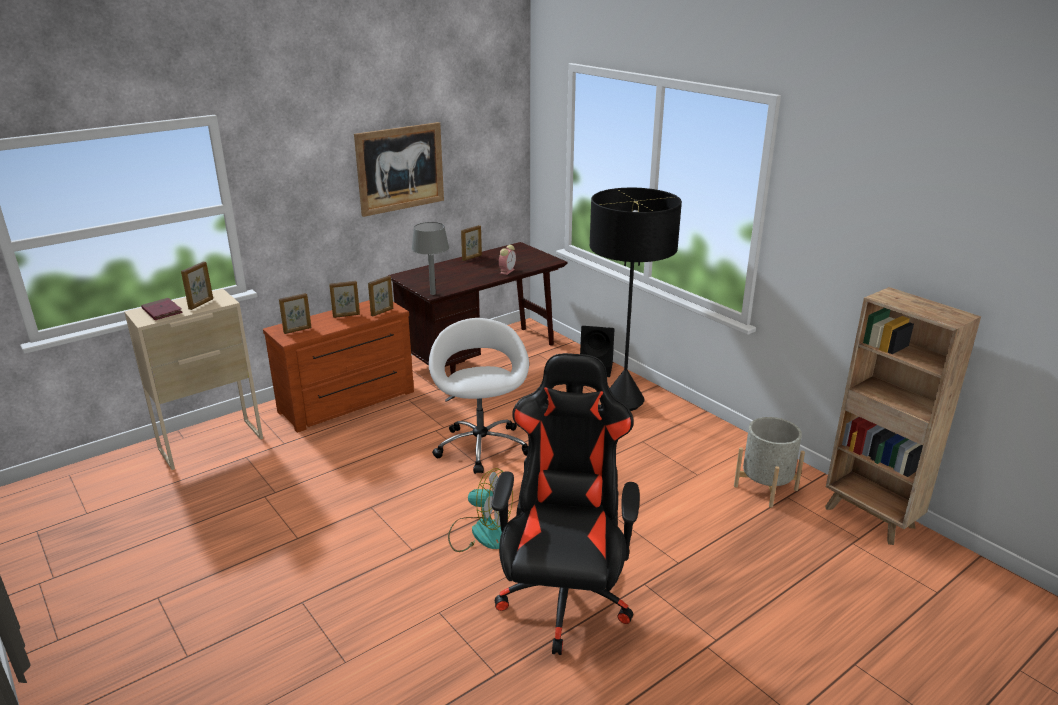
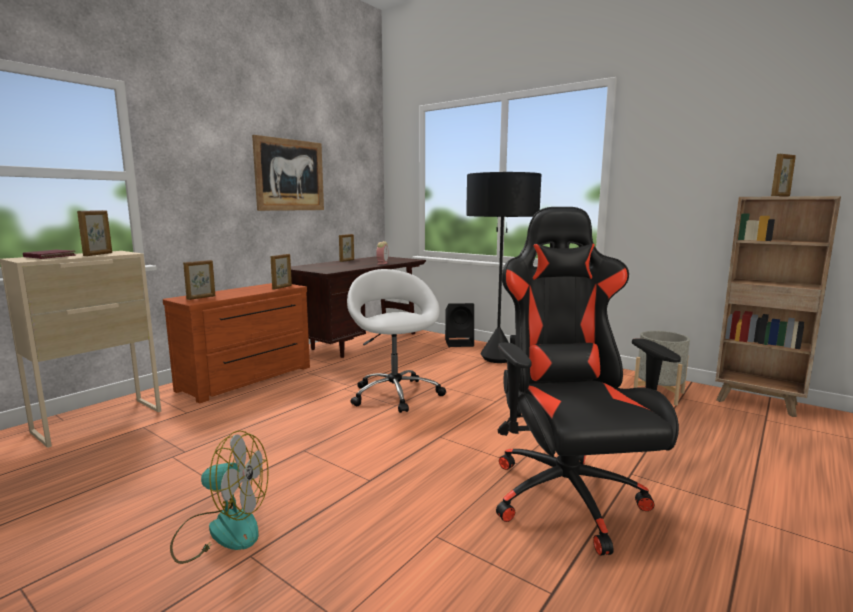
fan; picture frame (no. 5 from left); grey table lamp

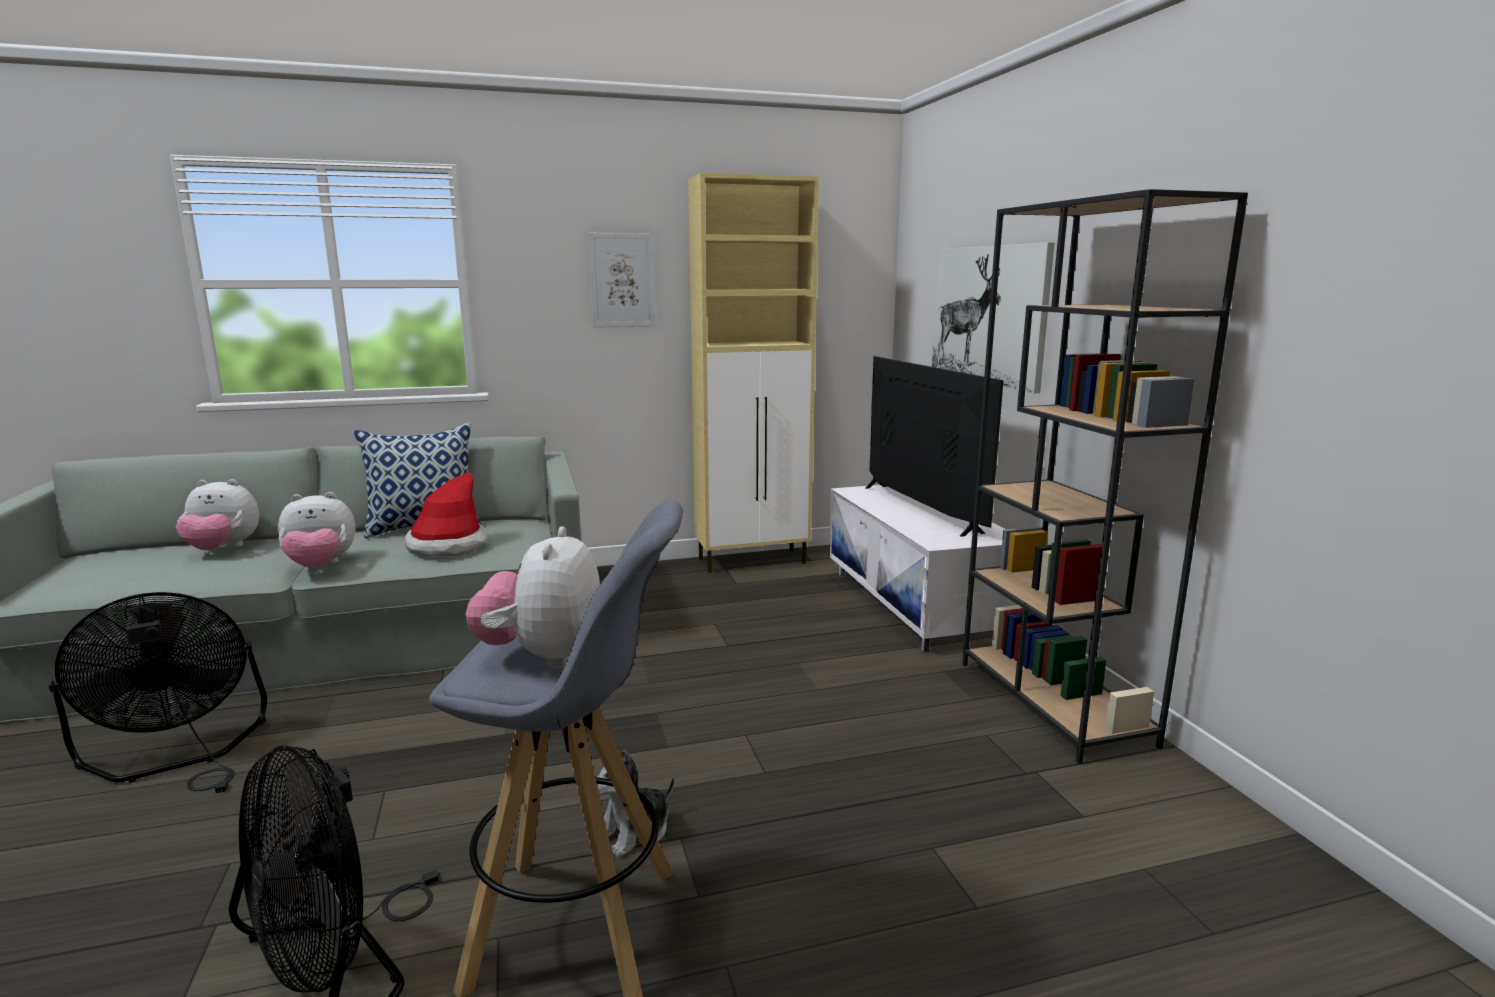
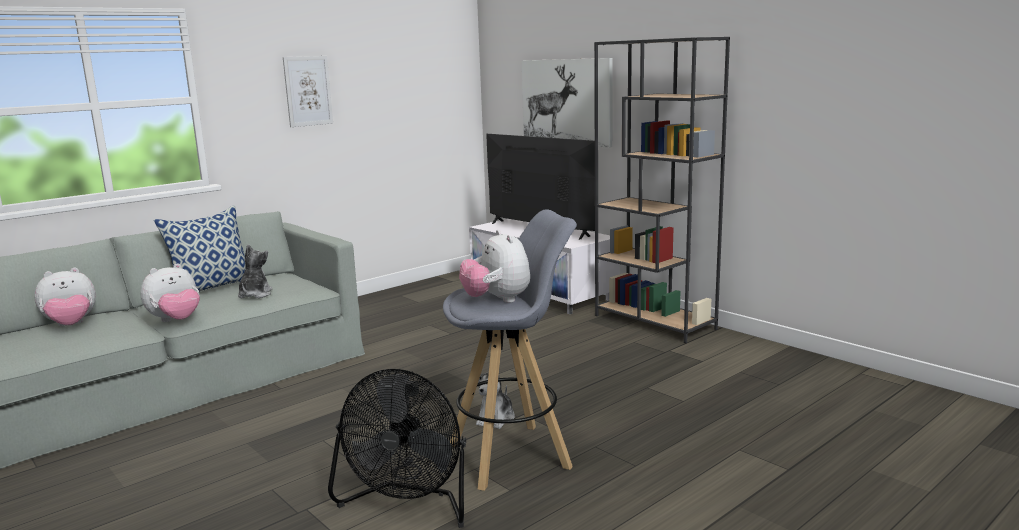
plush toy (no. 3 from left); black fan (no. 1 from left in the first image); beige cabinet

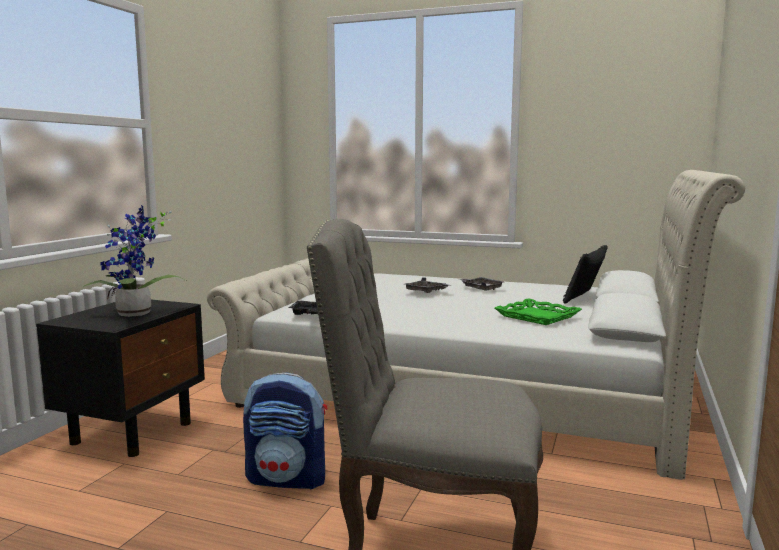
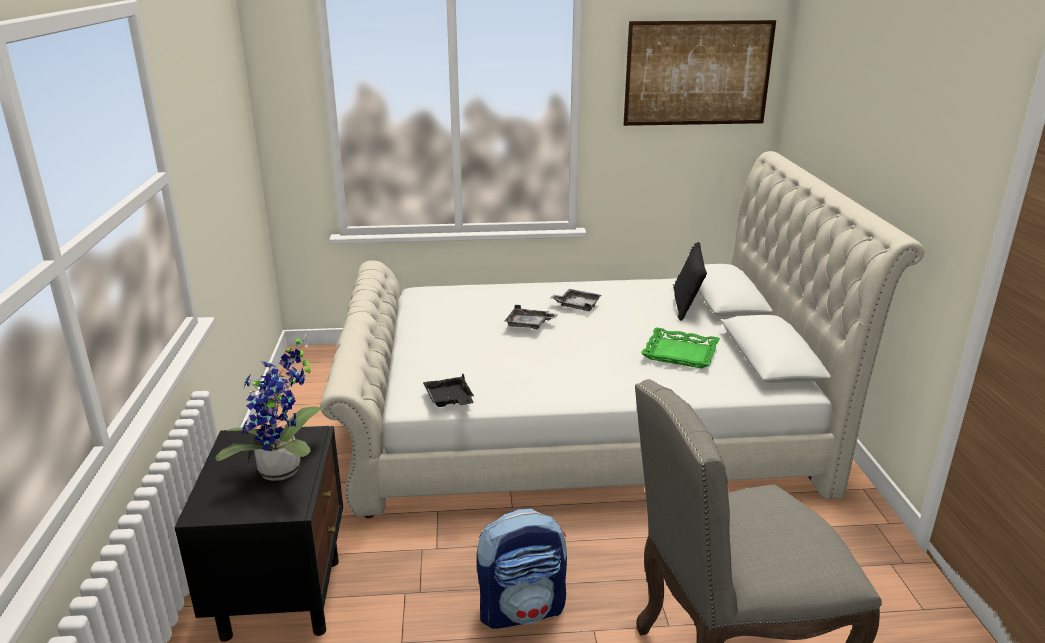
picture

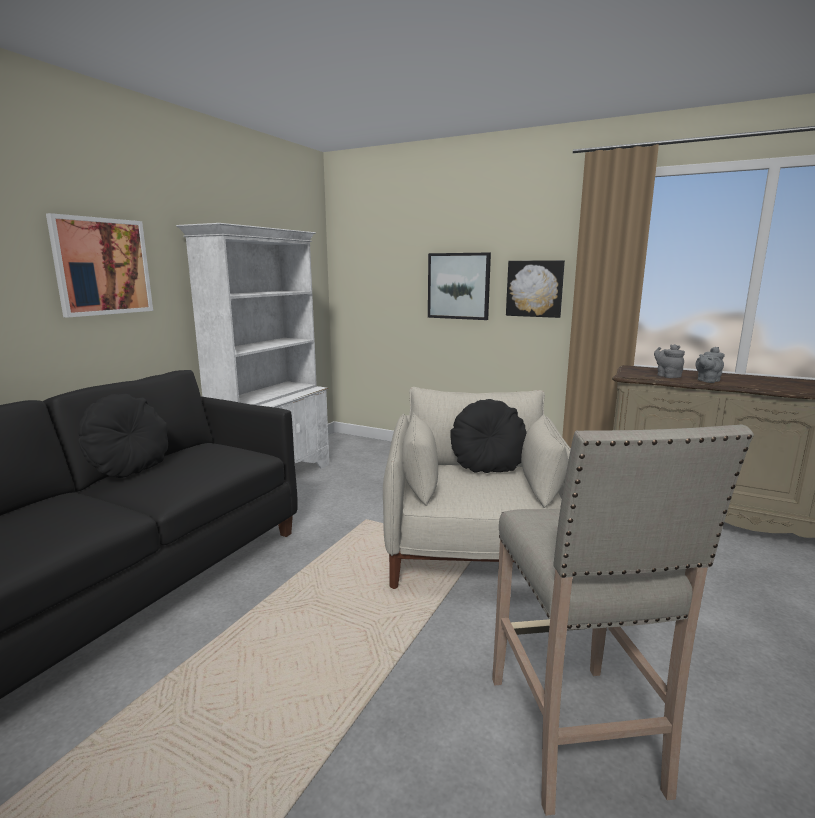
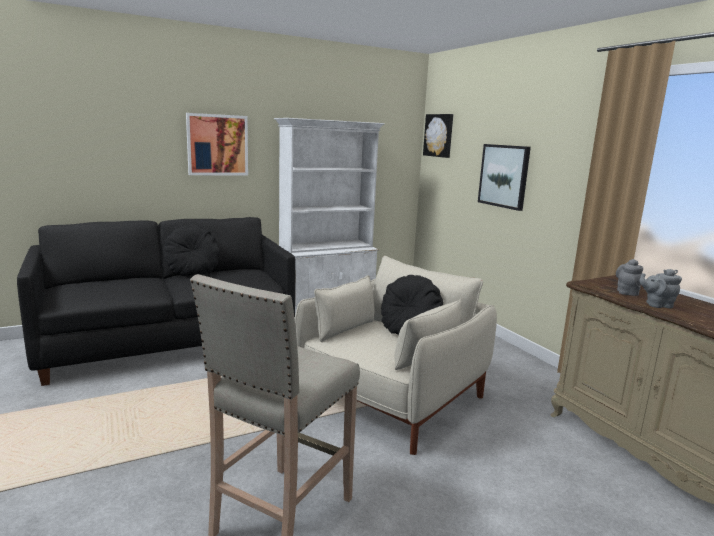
picture (no. 2 from left)

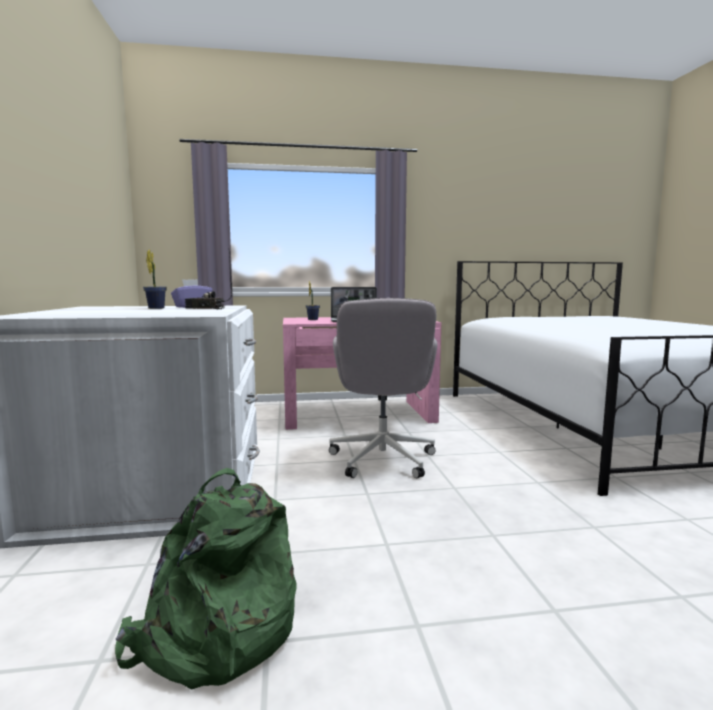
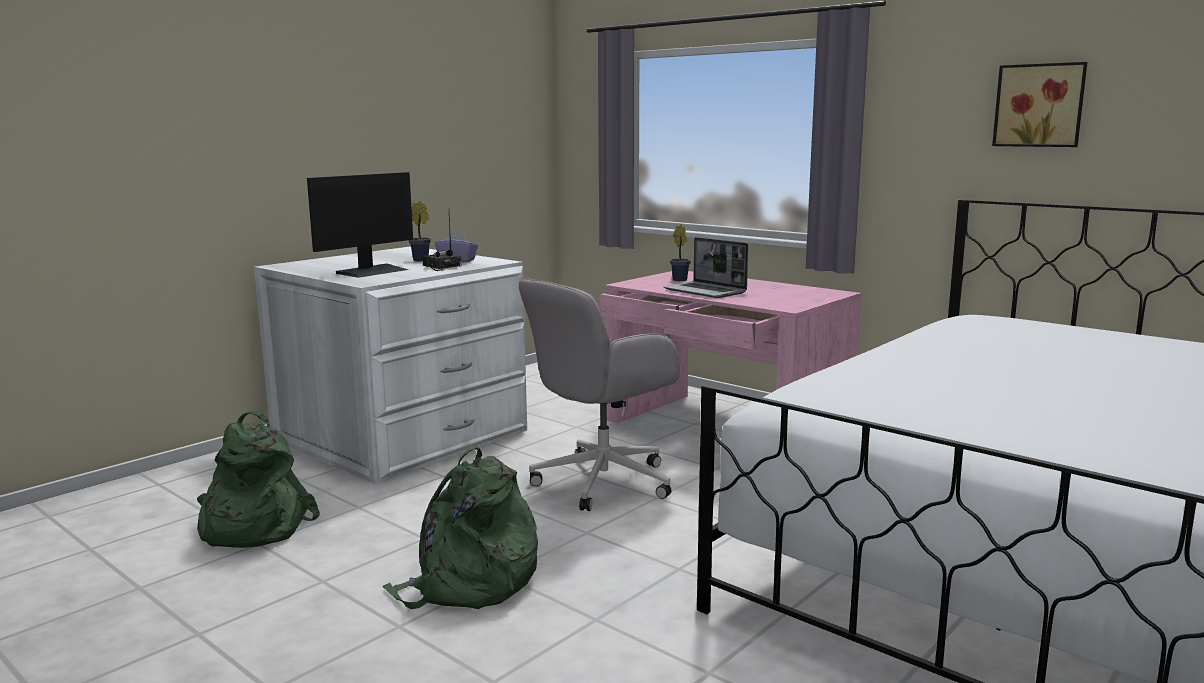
monitor; green backpack (no. 2 from left); picture

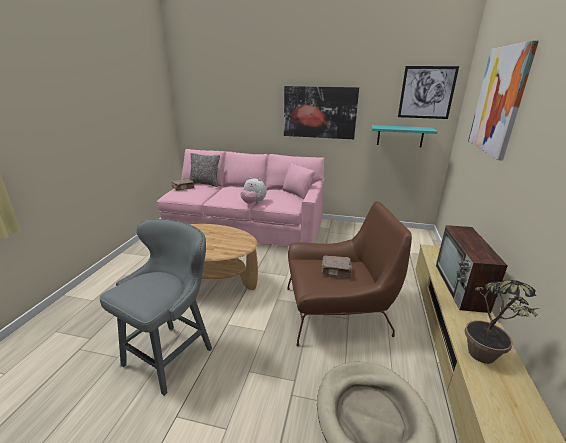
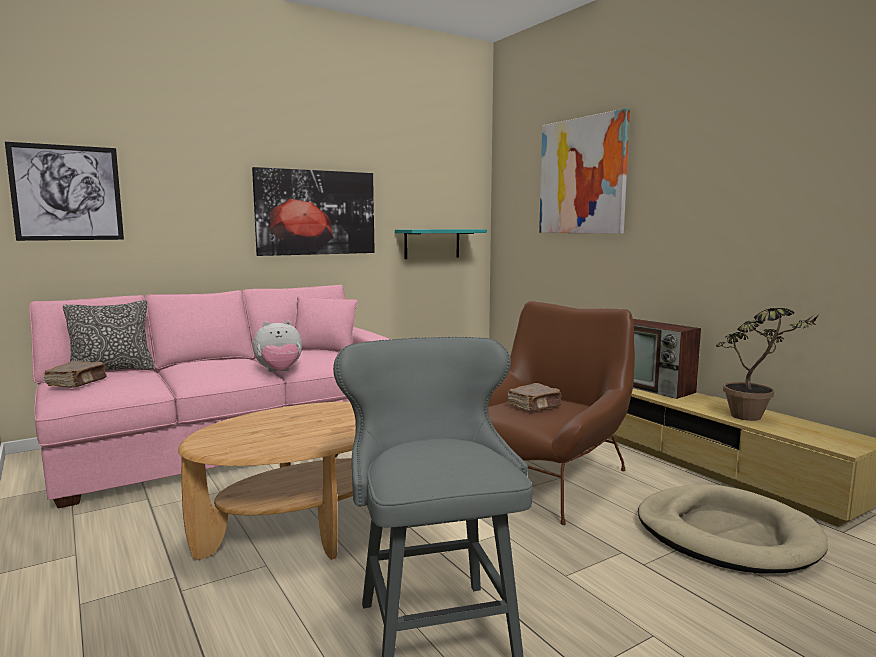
picture (no. 1 from left)

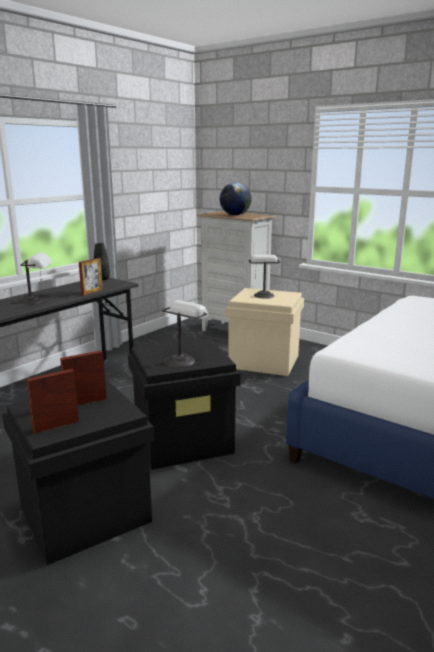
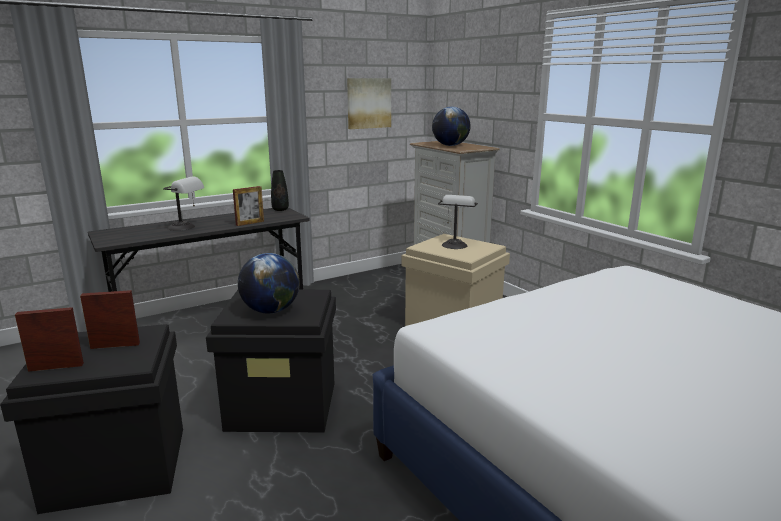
globe (no. 1 from left); picture

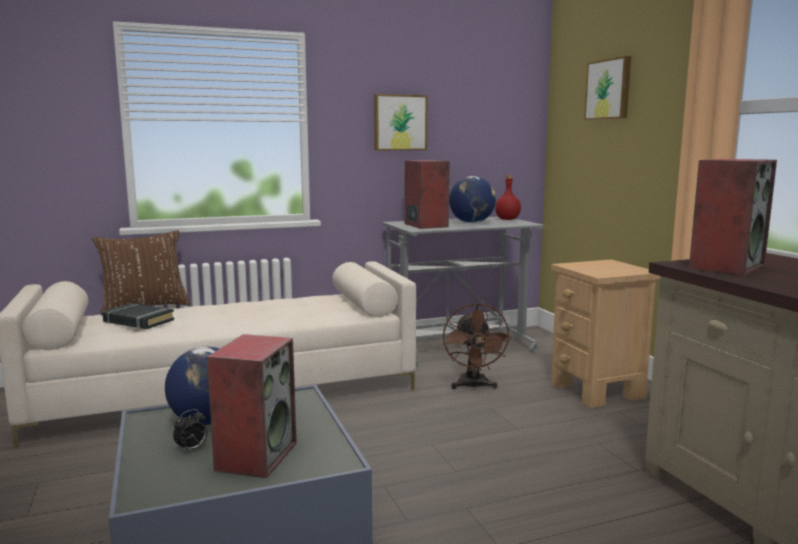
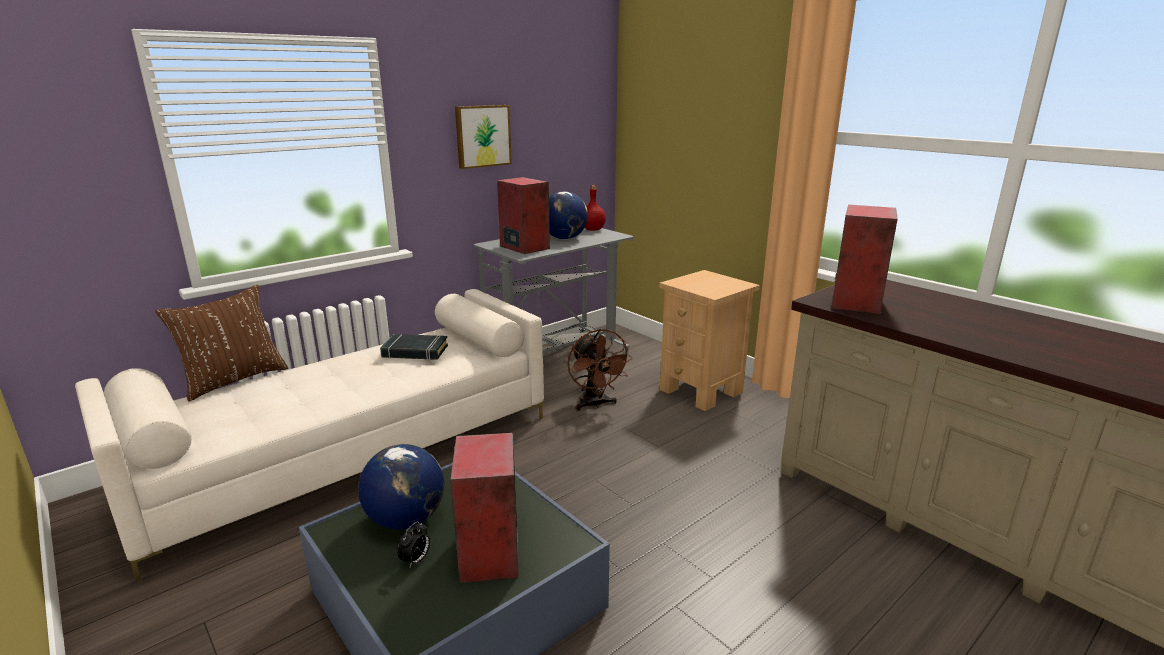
black book; picture (no. 2 from left in the first image)

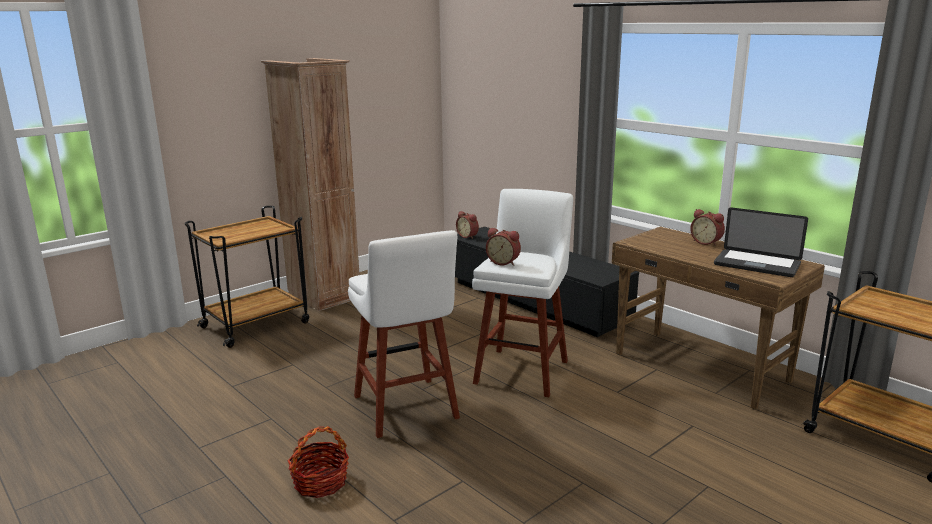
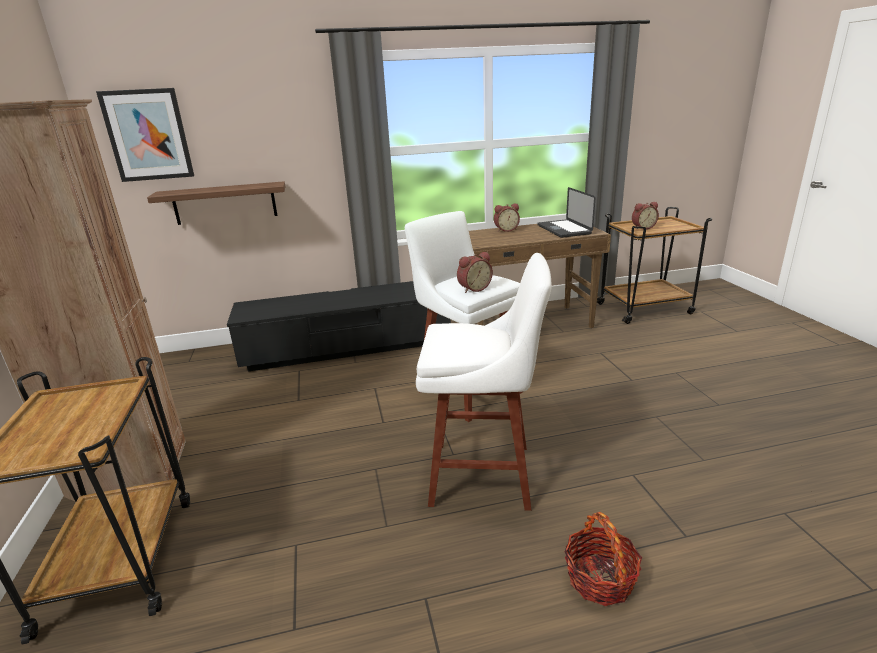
picture; shelf; laptop; alarm clock (no. 3 from left)

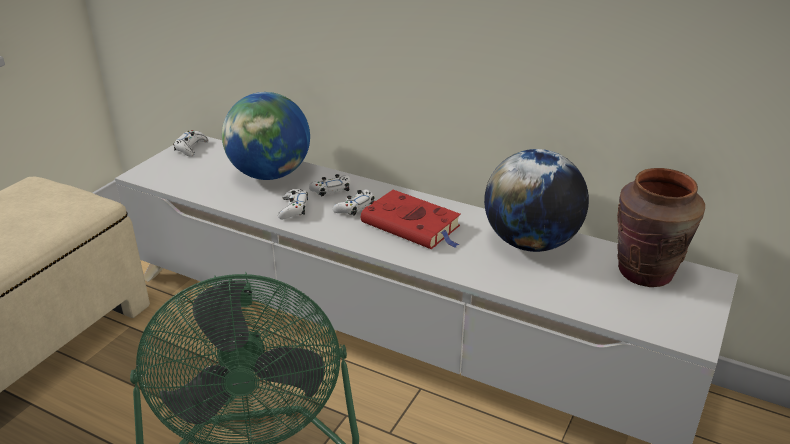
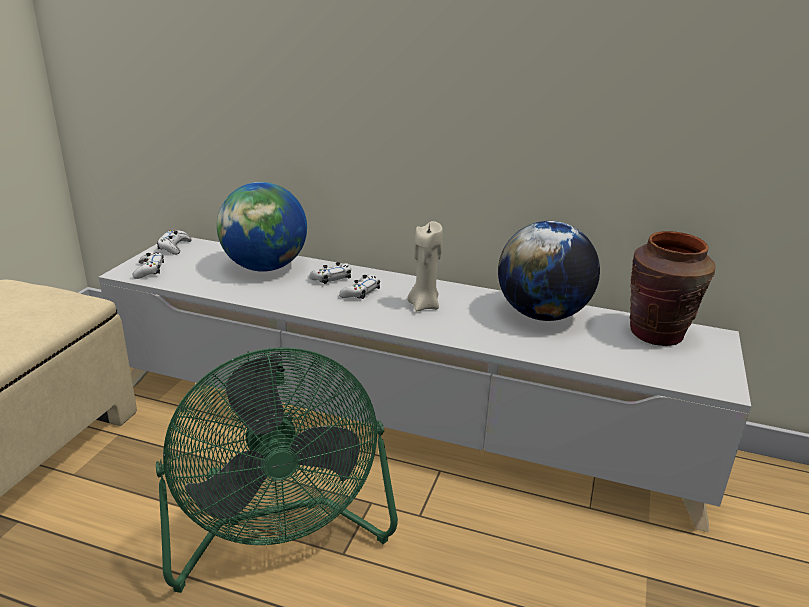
white game controller (no. 1 from left); beige candle

